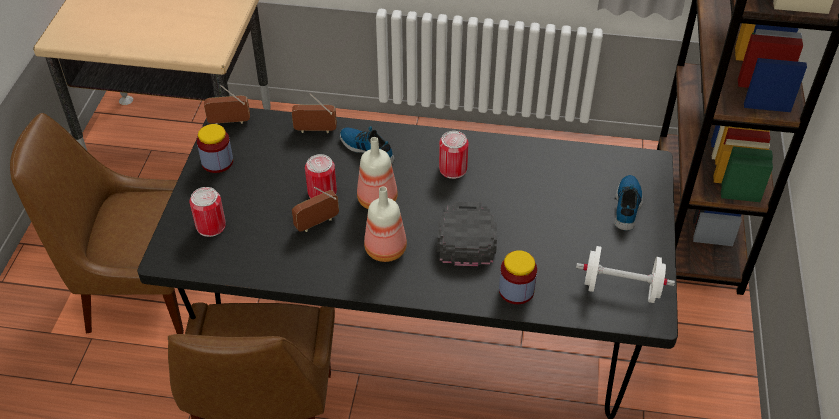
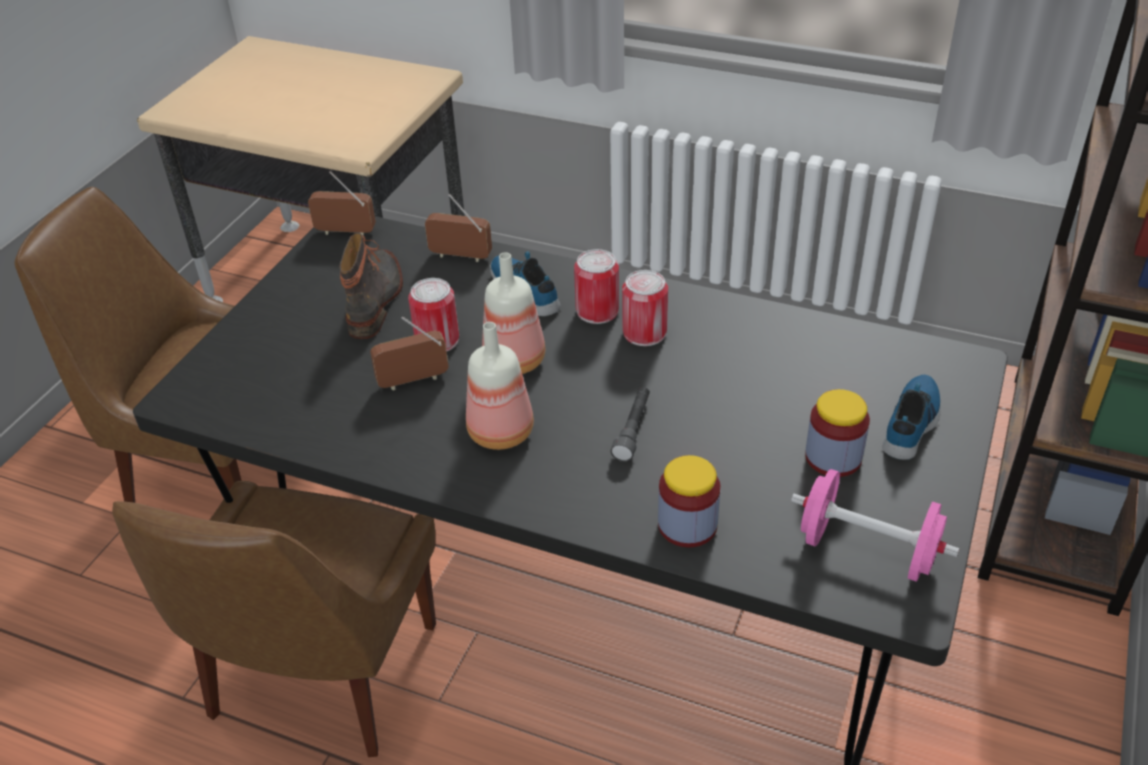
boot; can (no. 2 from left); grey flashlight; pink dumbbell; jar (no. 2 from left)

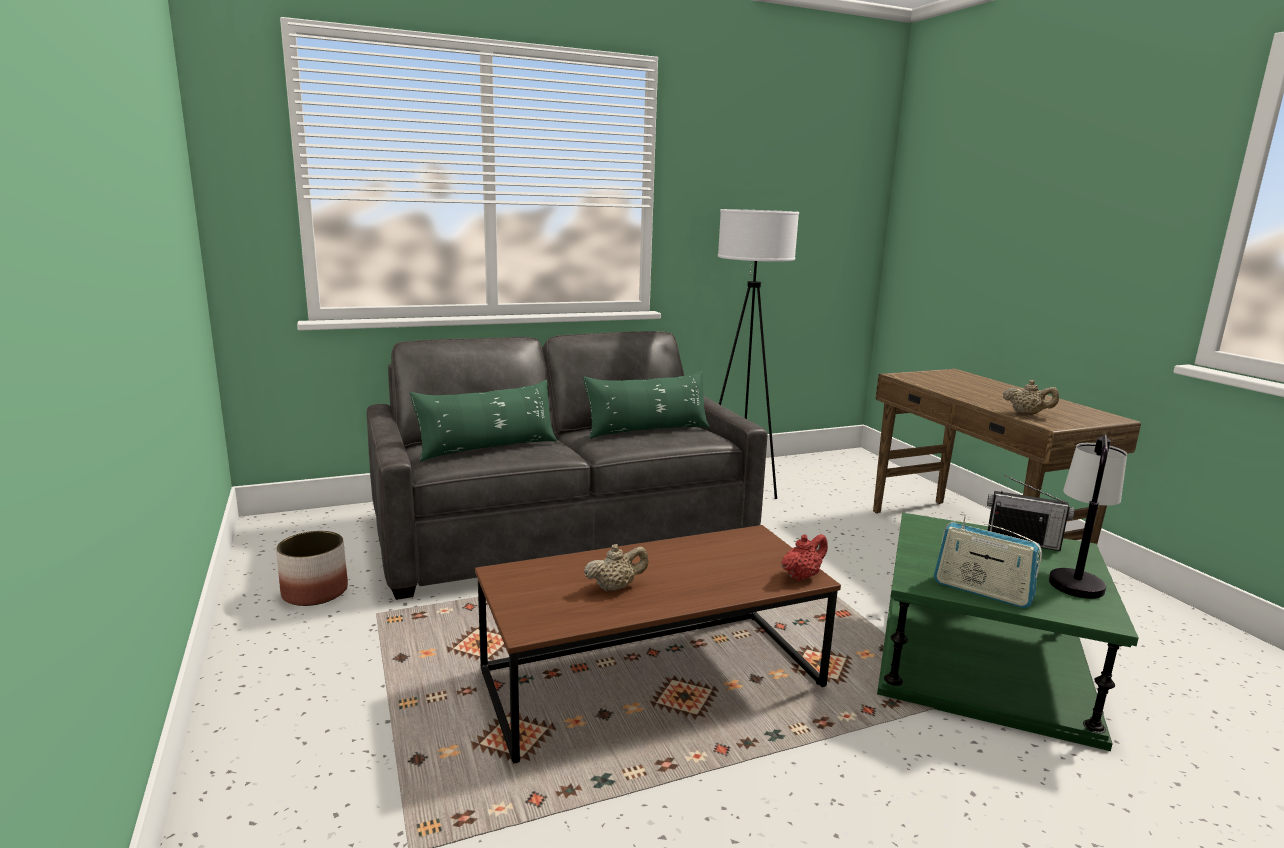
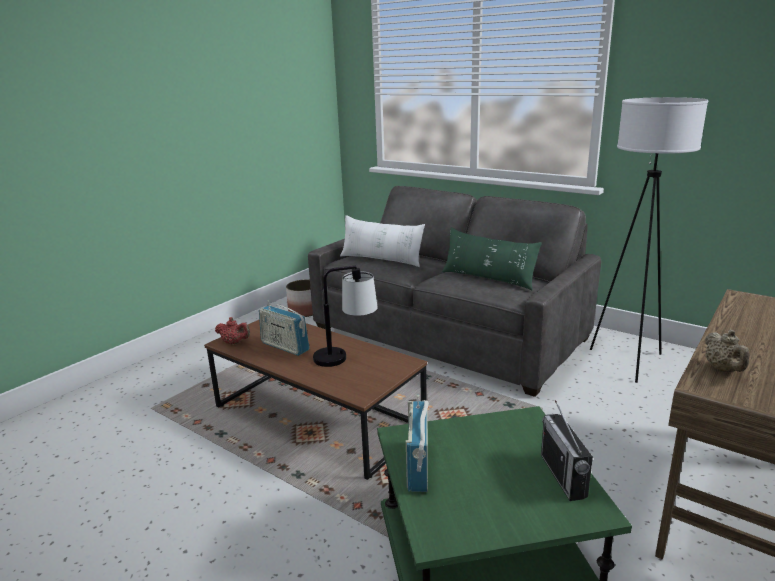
red teapot; radio (no. 1 from left); table lamp; white pillow

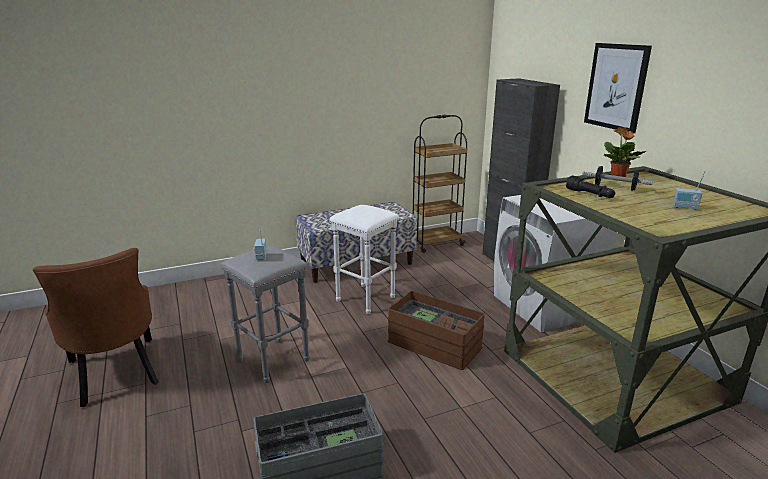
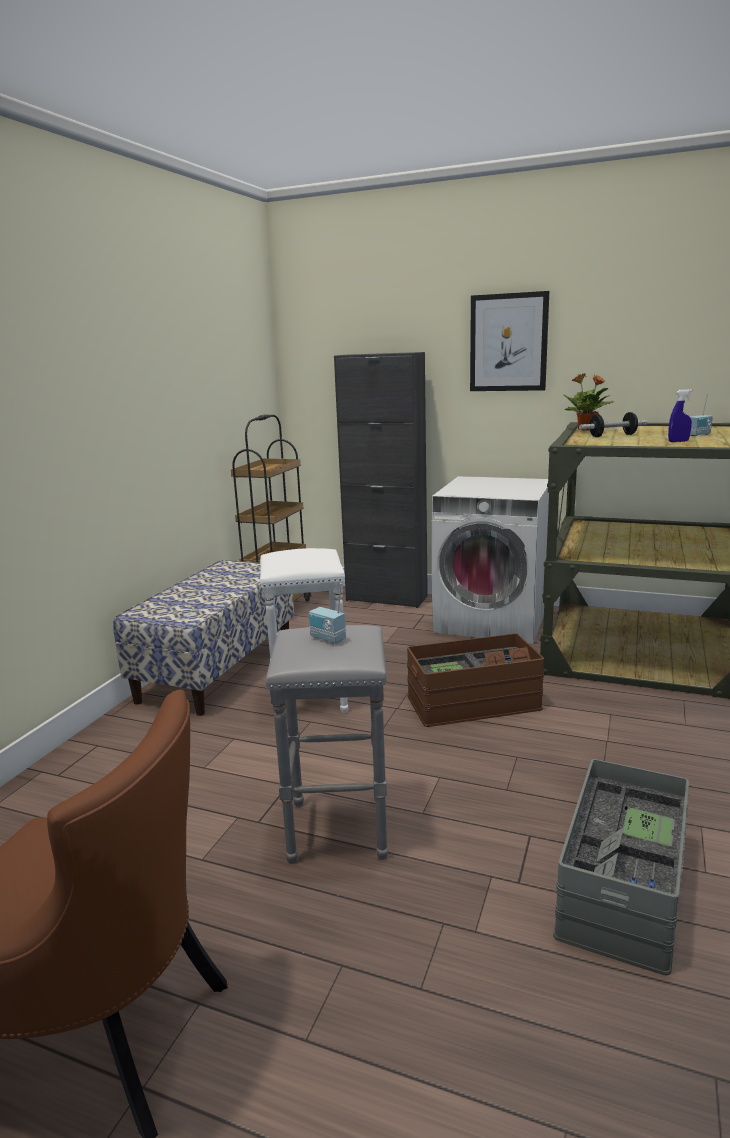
blue spray bottle; black flashlight

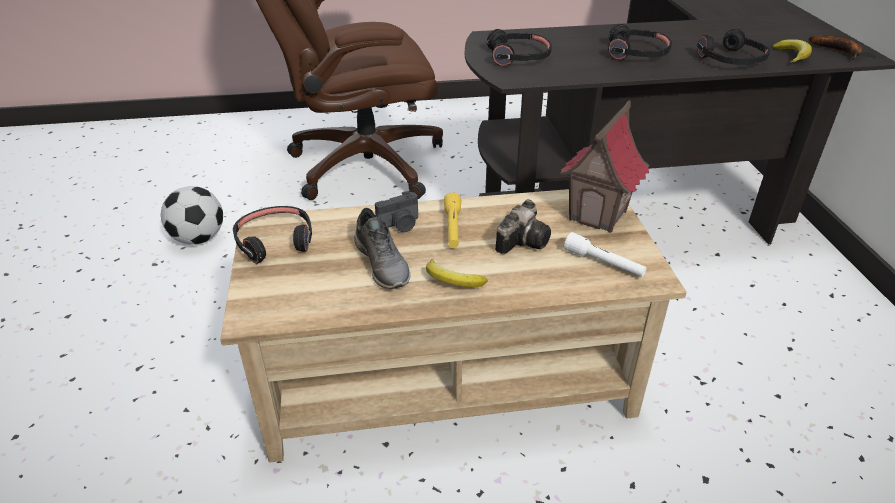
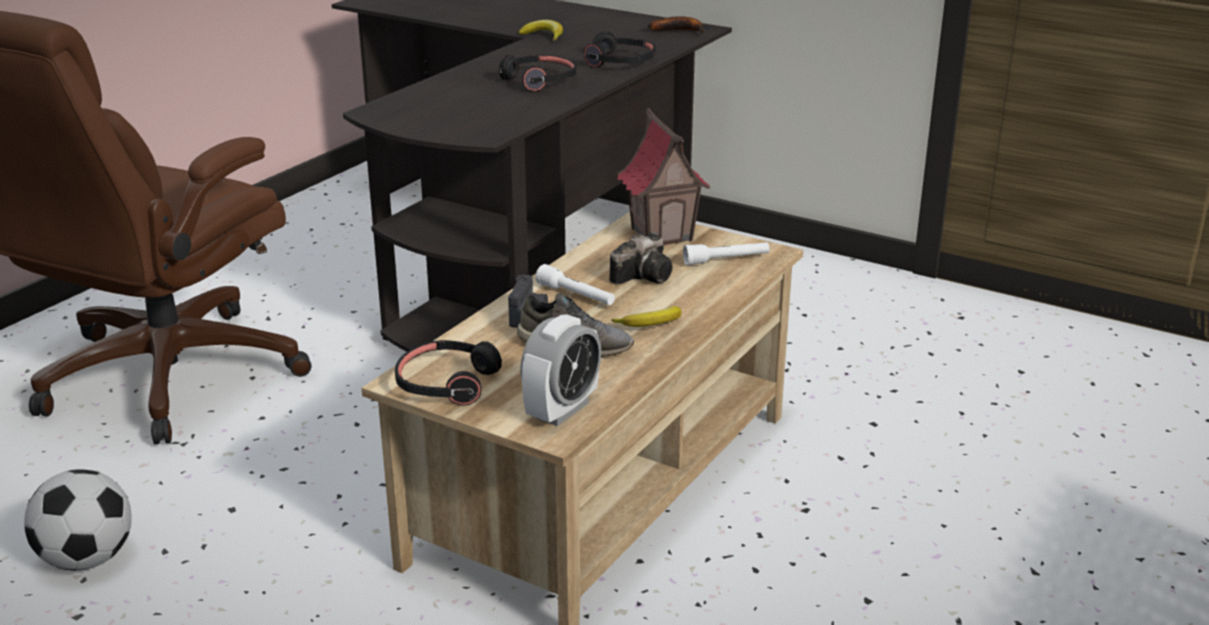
banana (no. 1 from left); alarm clock; white flashlight (no. 1 from left); photo camera (no. 2 from left); black headphones (no. 2 from left in the first image)

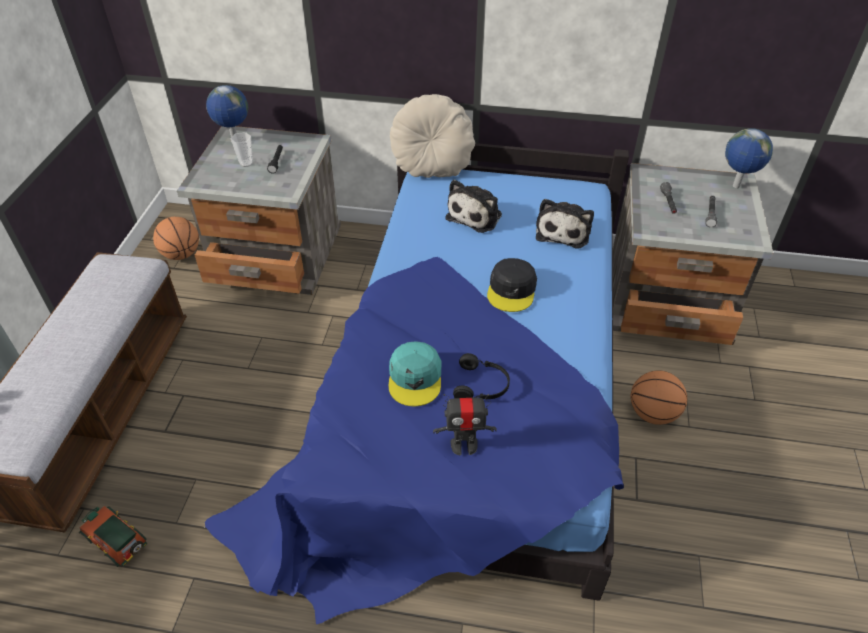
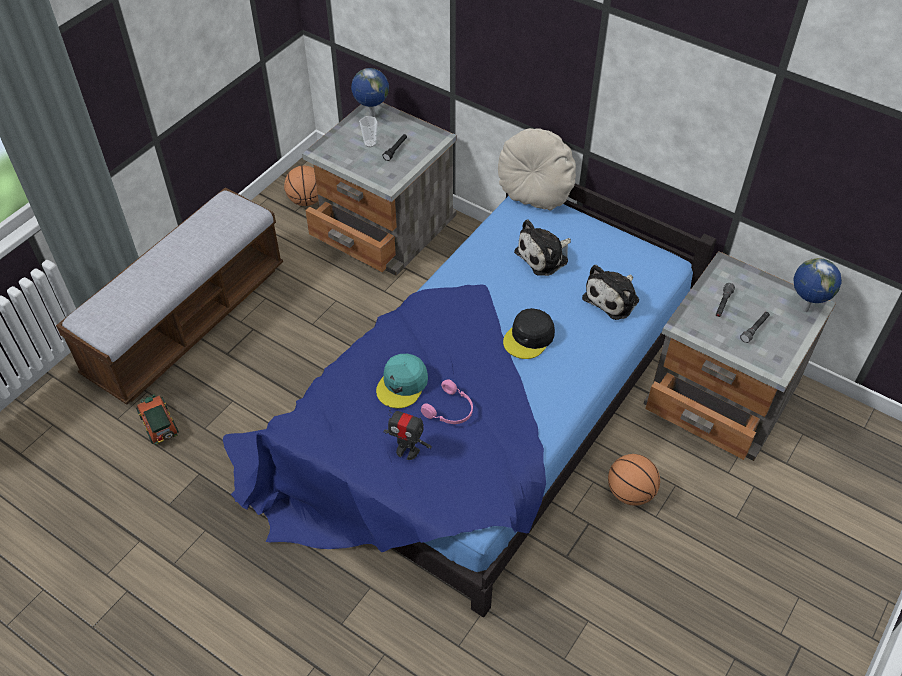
pink headphones

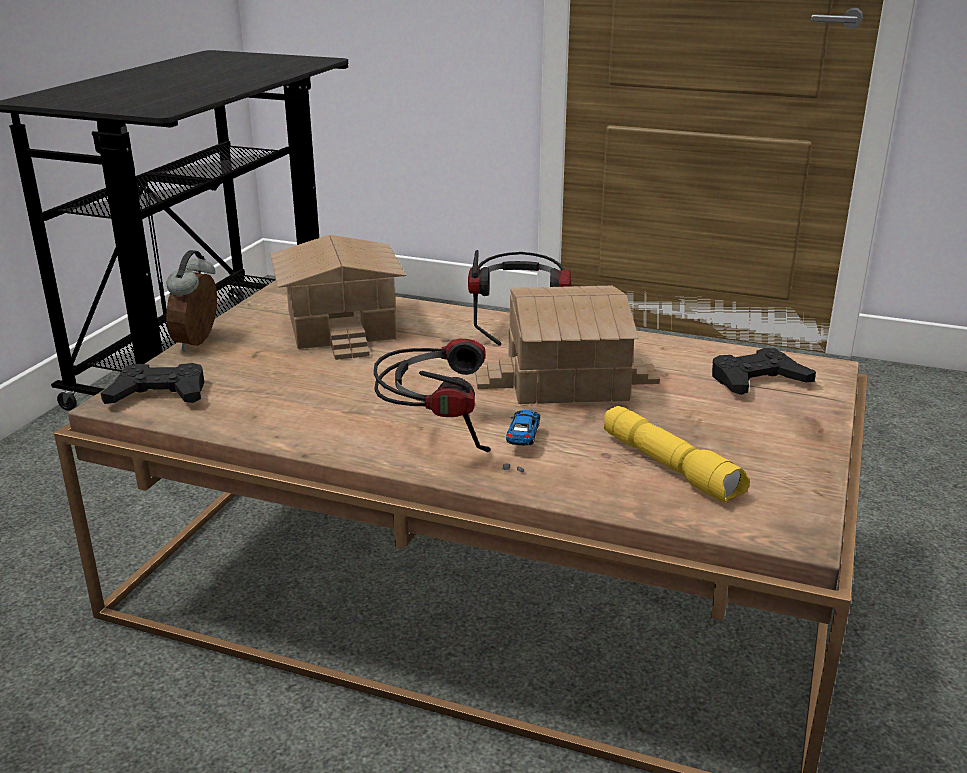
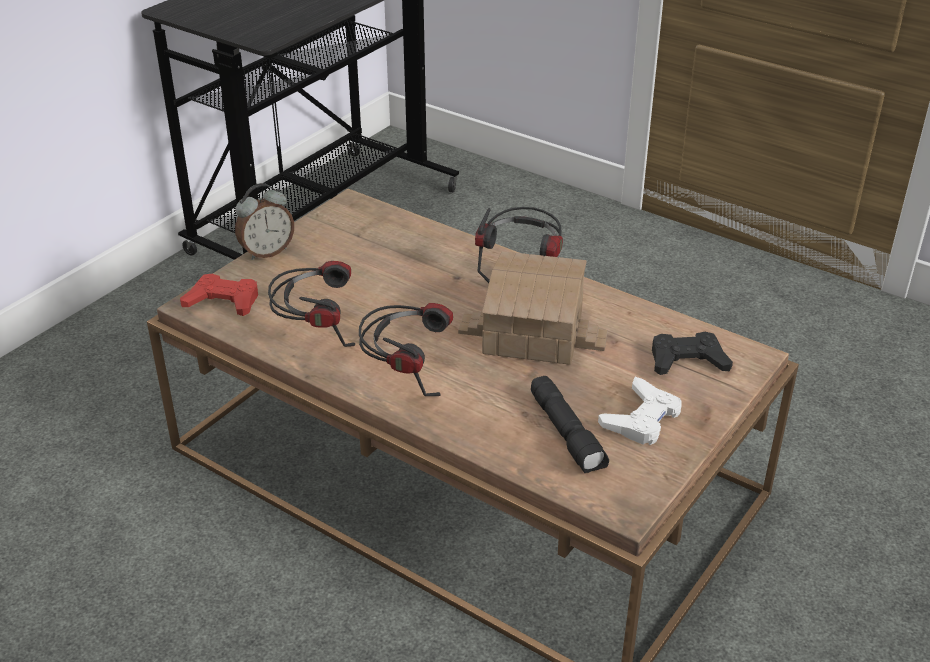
red game controller; alarm clock; headphones (no. 1 from left); black flashlight; white game controller; toy house (no. 1 from left in the first image); toy car

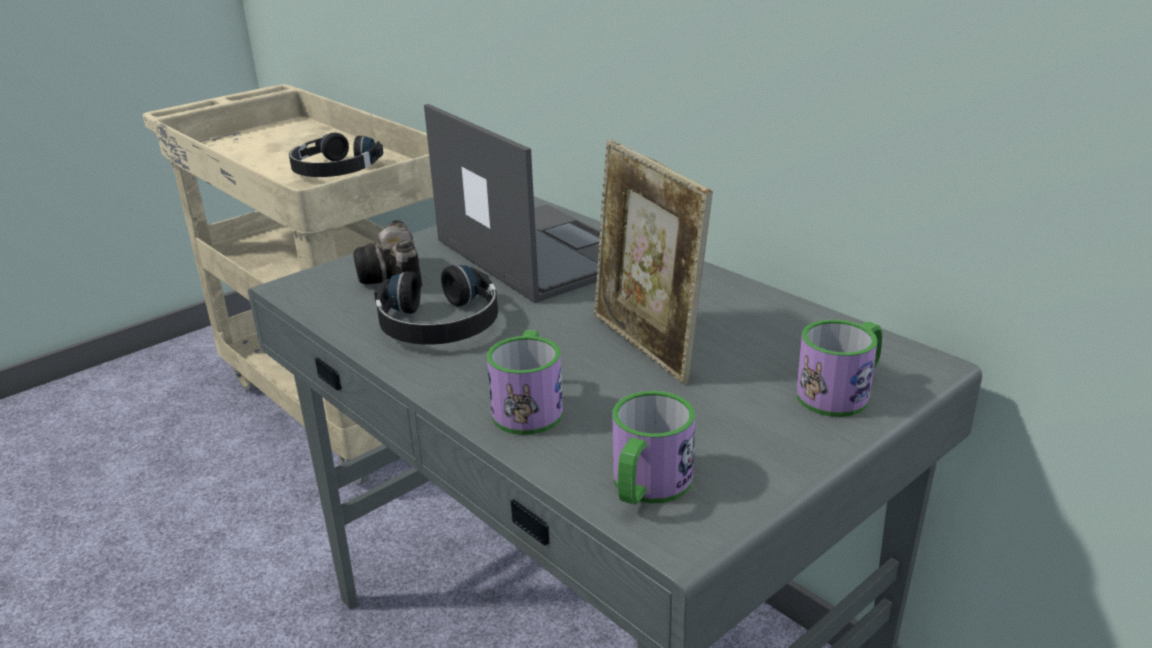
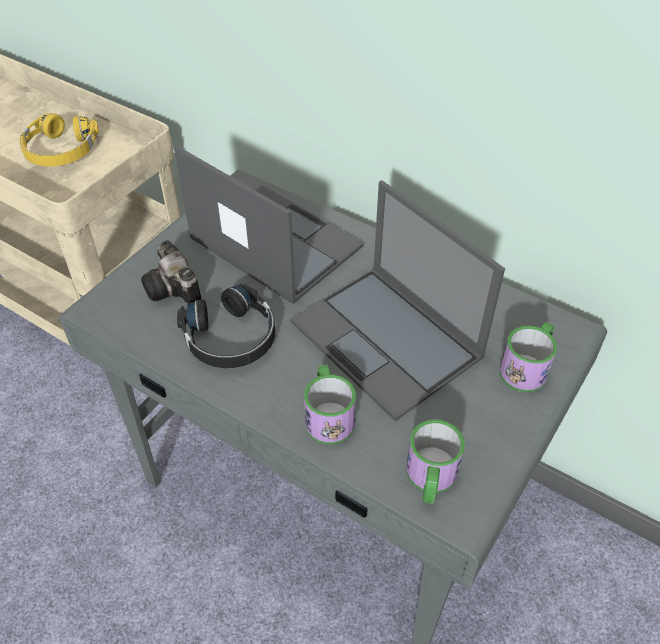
yellow headphones; laptop (no. 2 from left)

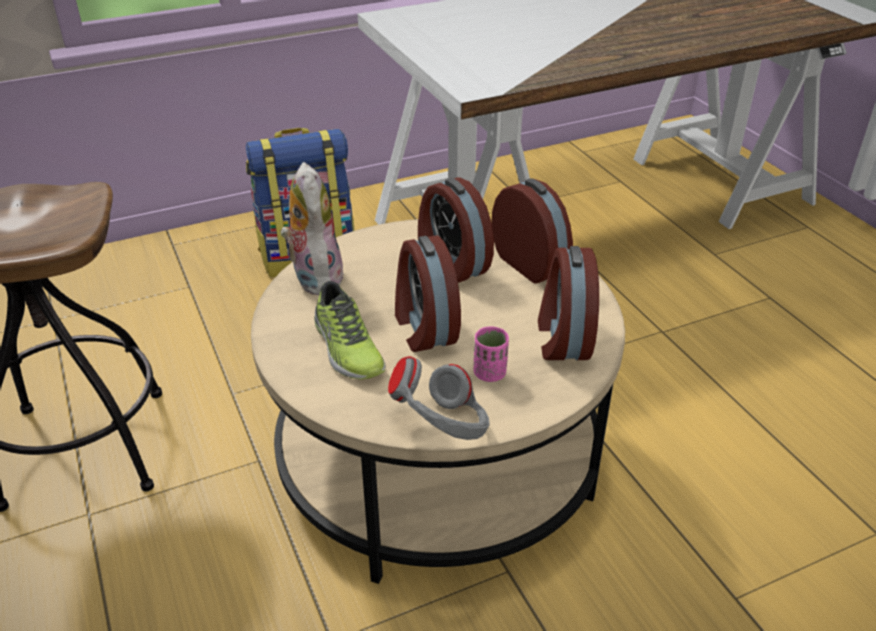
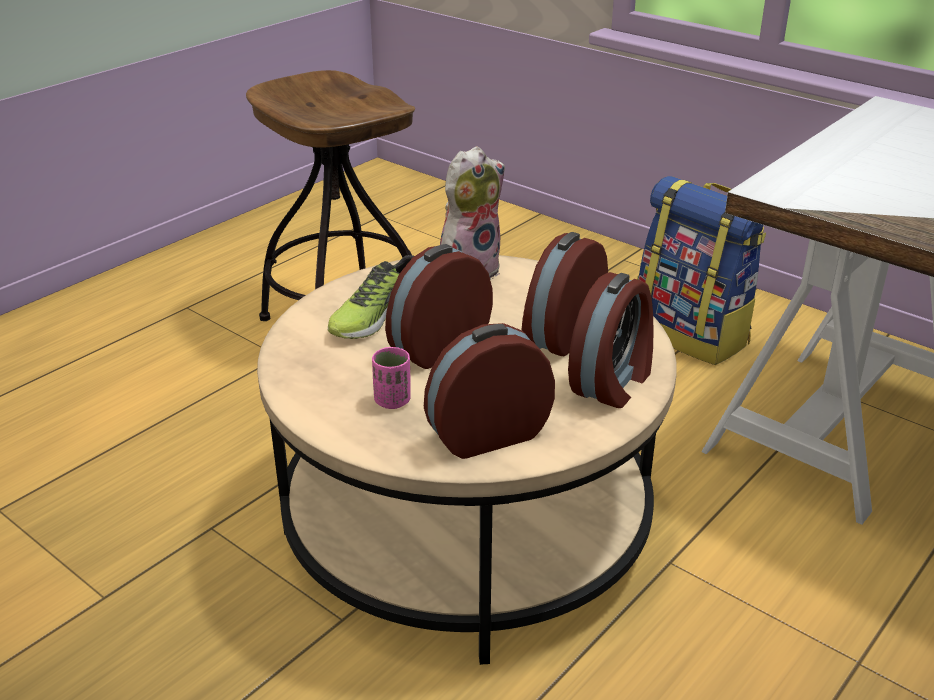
grey headphones

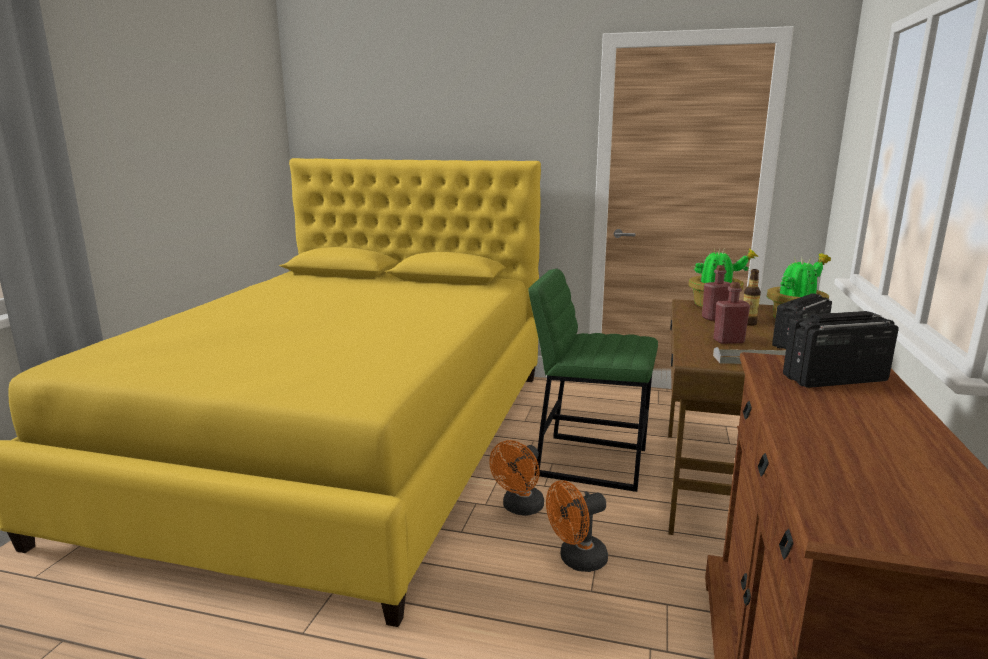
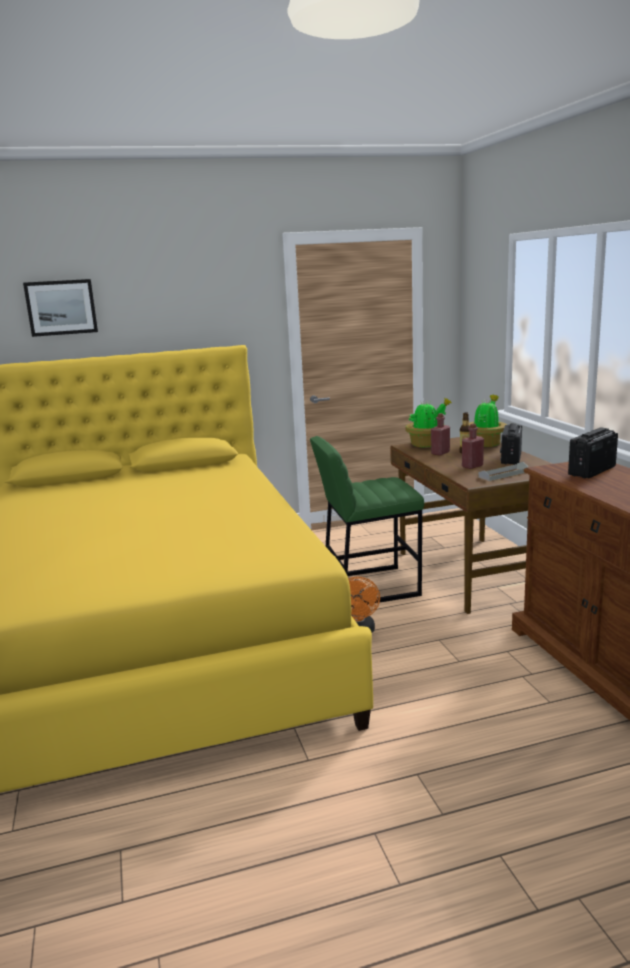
picture; orange fan (no. 2 from left in the first image)

